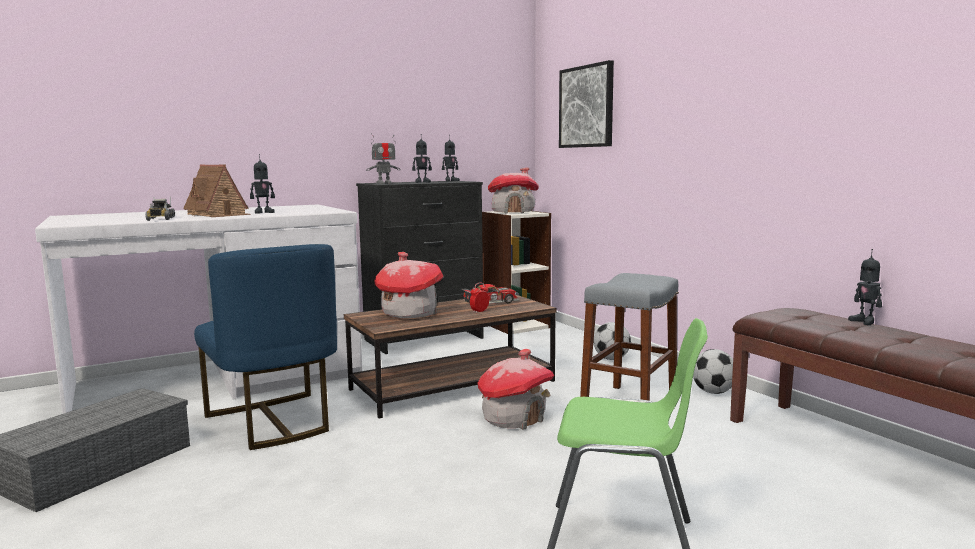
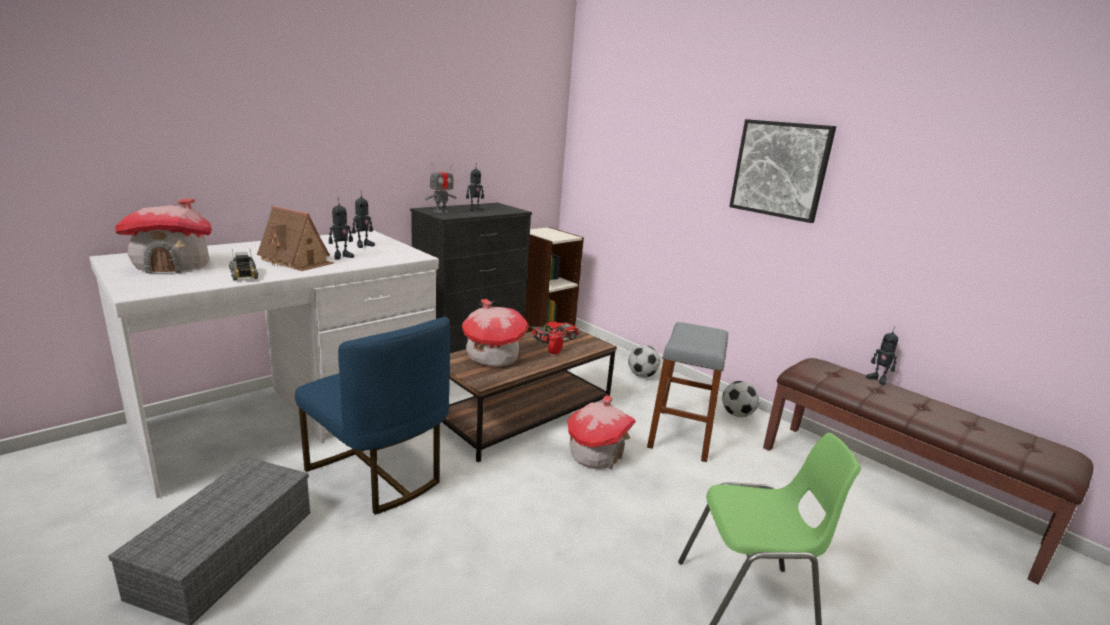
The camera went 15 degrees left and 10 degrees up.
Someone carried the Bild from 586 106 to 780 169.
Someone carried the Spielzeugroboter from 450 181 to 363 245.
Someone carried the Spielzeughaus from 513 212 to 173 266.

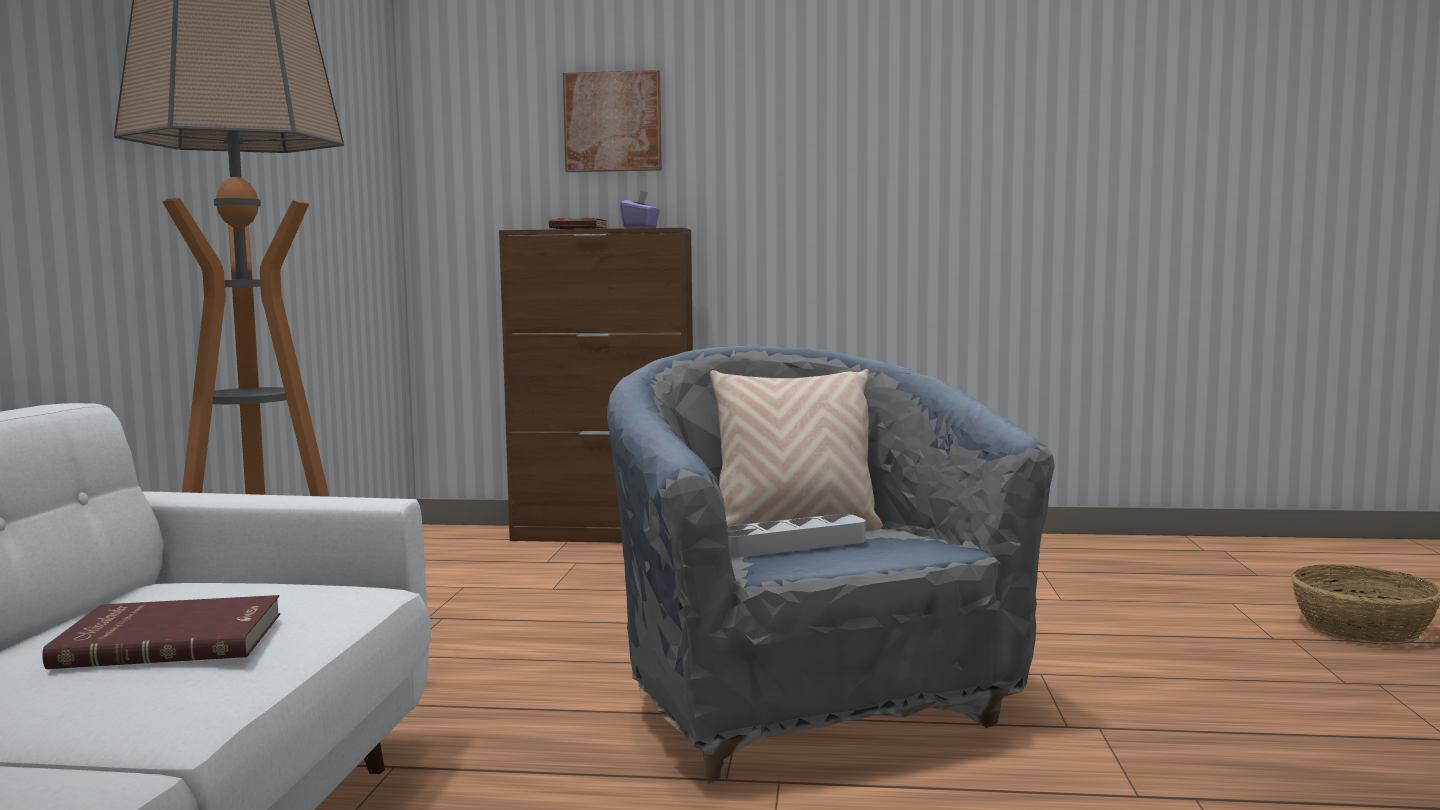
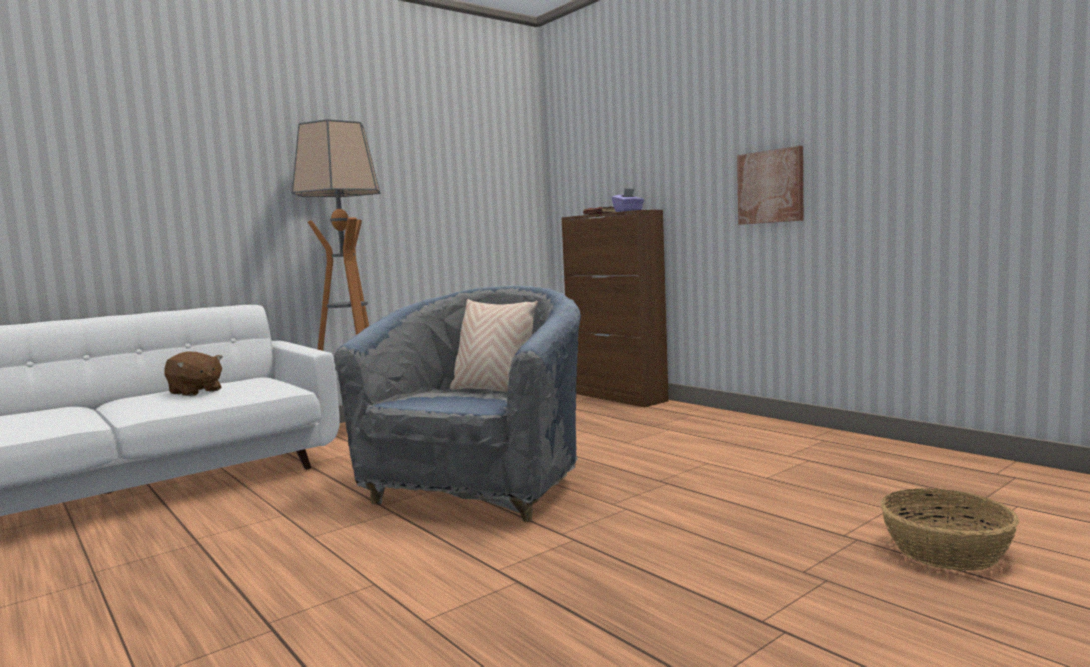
The camera went 45 degrees right and 0 degrees up.
Someone carried the Bild from 613 122 to 771 186.
Someone took away the Tablett (grau) at 791 545.
Someone swapped the Buch (rot) at 172 639 for the Plüschtier (braun) at 195 392.

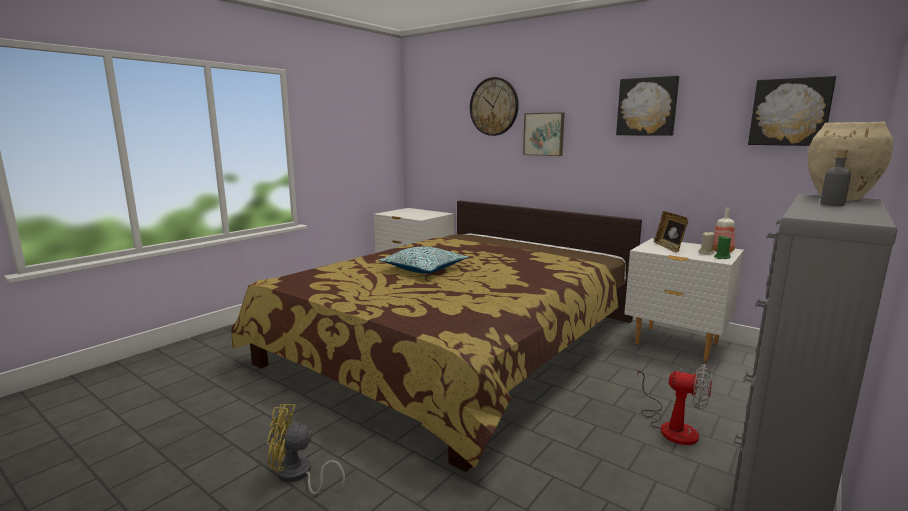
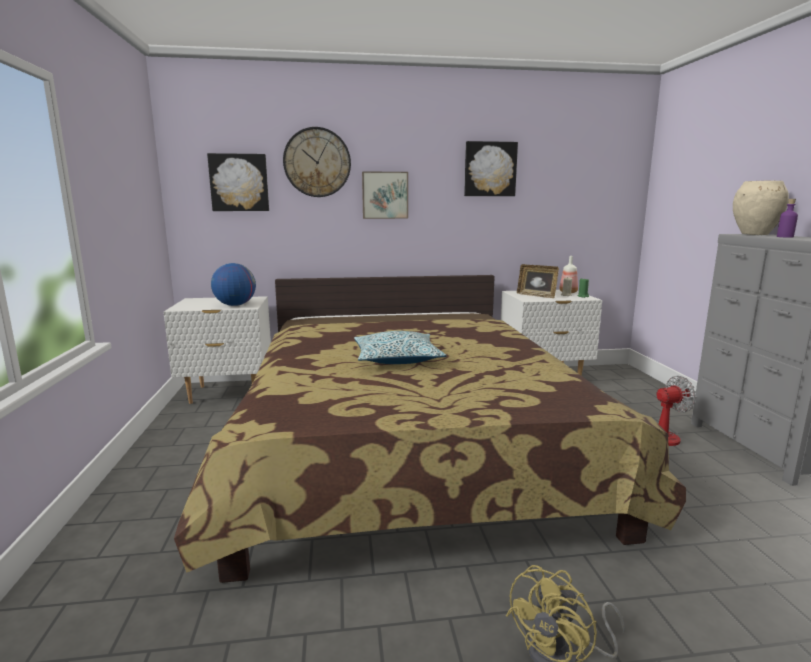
The camera went 45 degrees left and 0 degrees up.
Someone carried the Bild from 790 112 to 239 182.
Someone repainted the Flasche (grau) at 832 204, which became the Flasche (lila) at 785 237.
Someone put down the Globus at 235 305.

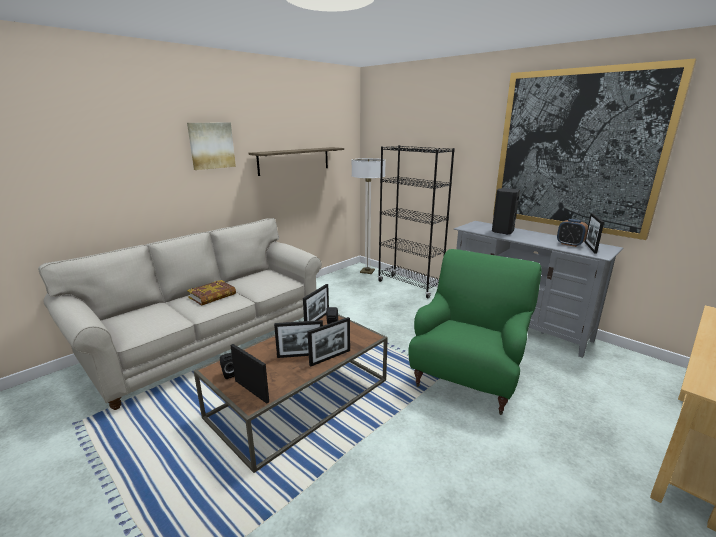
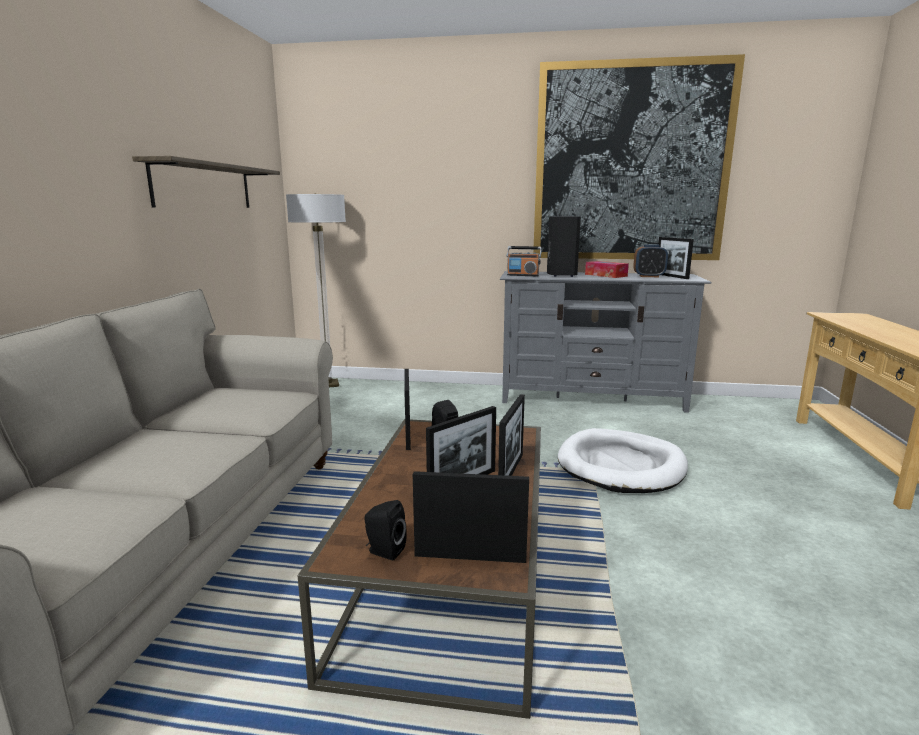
The camera went 35 degrees left and 5 degrees down.
Someone took away the Bild at 211 145.
Someone took away the Bücherregal (schwarz) at 409 286.
Someone swapped the Sessel (grün) at 468 378 for the Hundebett (weiß) at 621 466.
Someone took away the Buch at 212 296.
Someone put down the Radio at 523 275.
Someone put down the Taschentuchbox at 606 275.

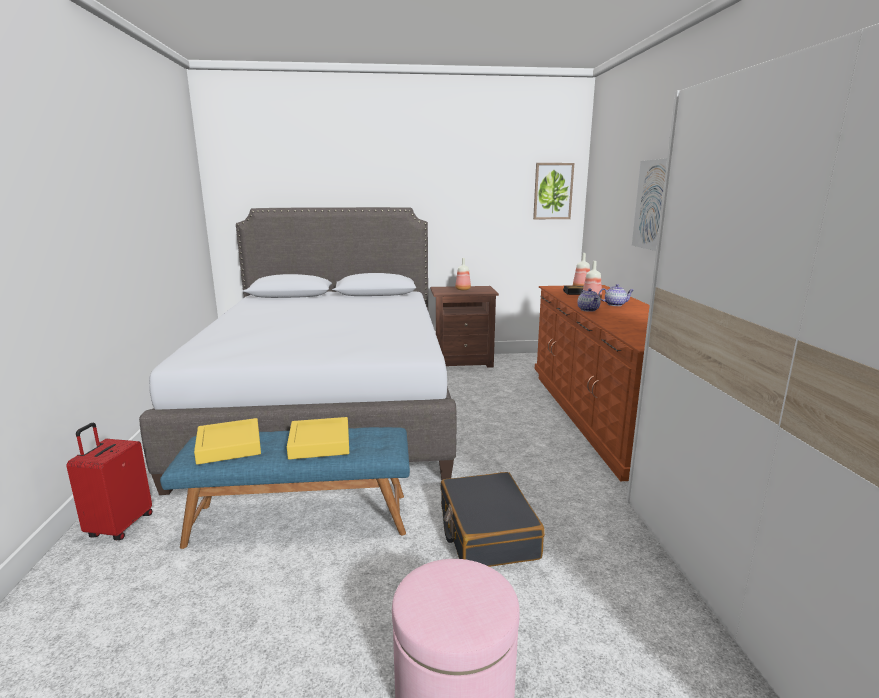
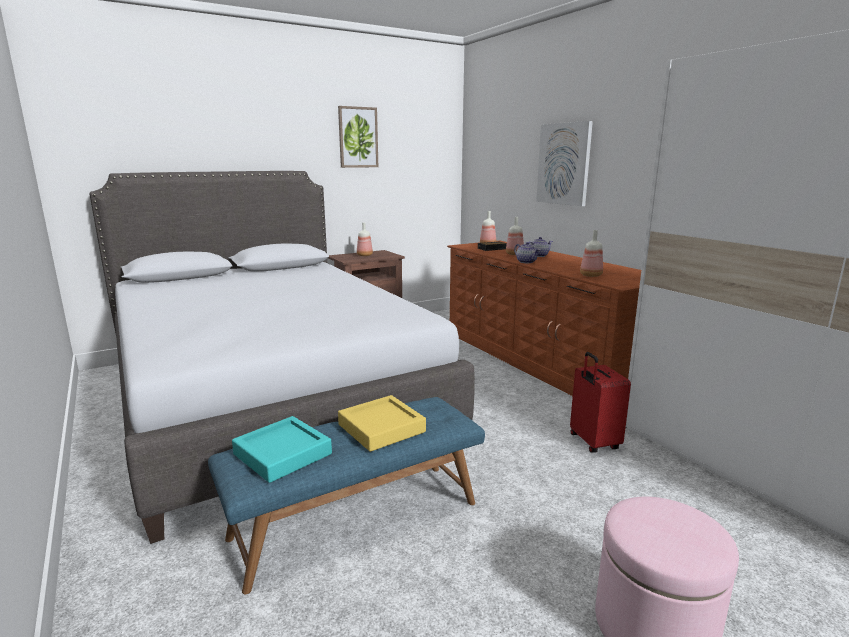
The camera went 25 degrees left and 0 degrees up.
Someone carried the Bild from 553 191 to 358 137.
Someone repainted the Tablett (gelb) at 229 446, which became the Tablett (türkis) at 282 454.
Someone carried the Koffer (rot) from 119 526 to 593 442.
Someone took away the Koffer (schwarz) at 487 532.
Someone put down the Flasche at 591 275.

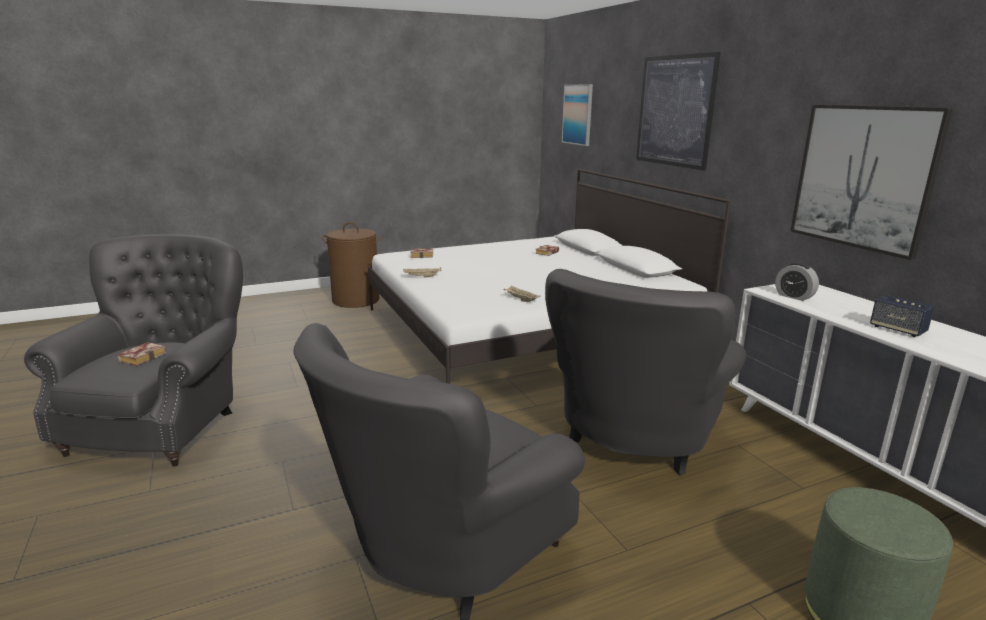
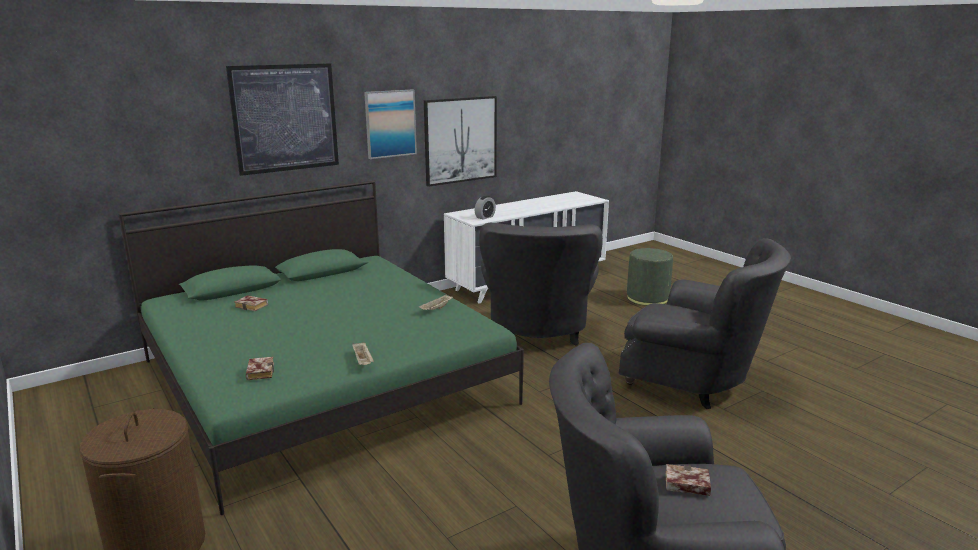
The camera went 100 degrees left and 0 degrees up.
Someone carried the Bild from 578 114 to 390 123.
Someone repainted the Bett (weiß) at 526 329, which became the Bett (grün) at 323 381.
Someone rotated the Sessel (grau) at 633 441 by 75 degrees clockwise.
Someone took away the Lautsprecher at 897 329.

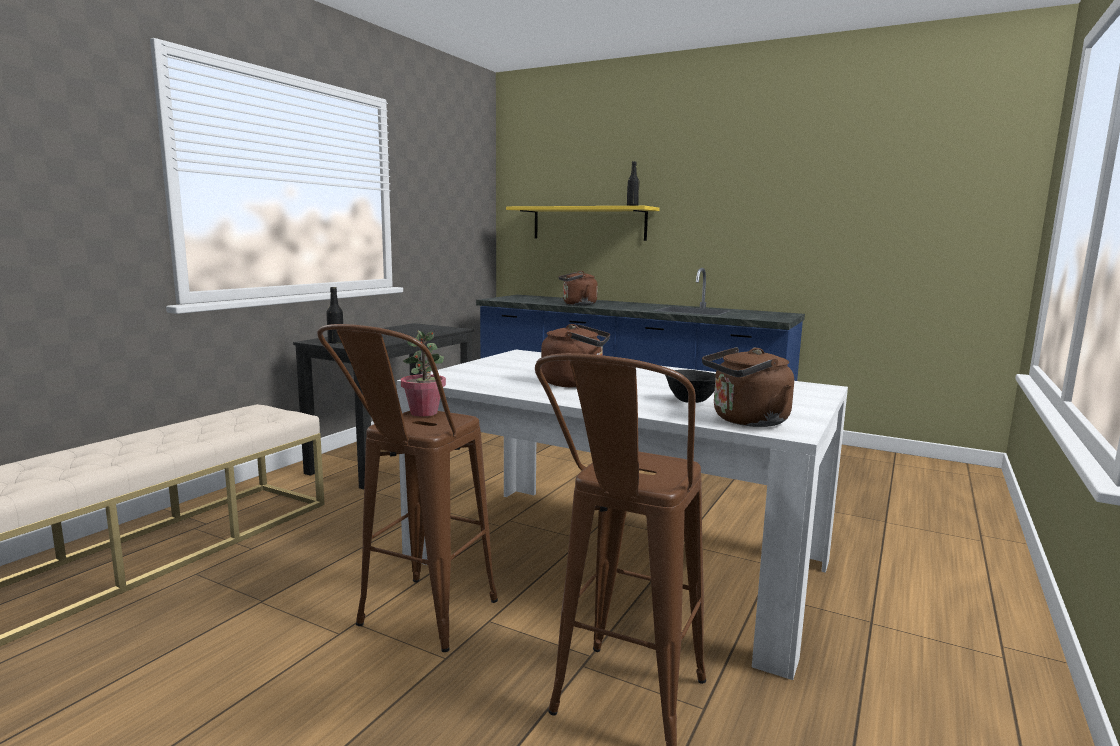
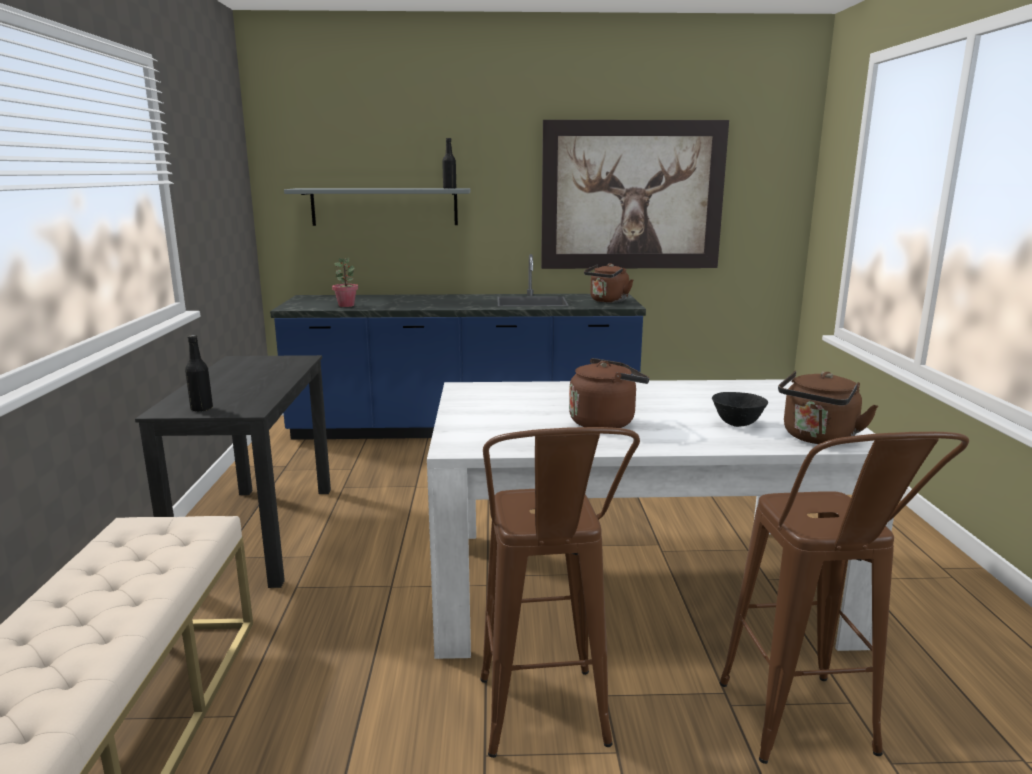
The camera went 30 degrees left and 5 degrees up.
Someone repainted the Wandregal (gelb) at 588 223, which became the Wandregal (grau) at 384 206.
Someone carried the Wasserkessel (braun) from 577 304 to 607 301.
Someone carried the Topfpflanze from 424 413 to 346 305.
Someone put up the Bild at 632 196.

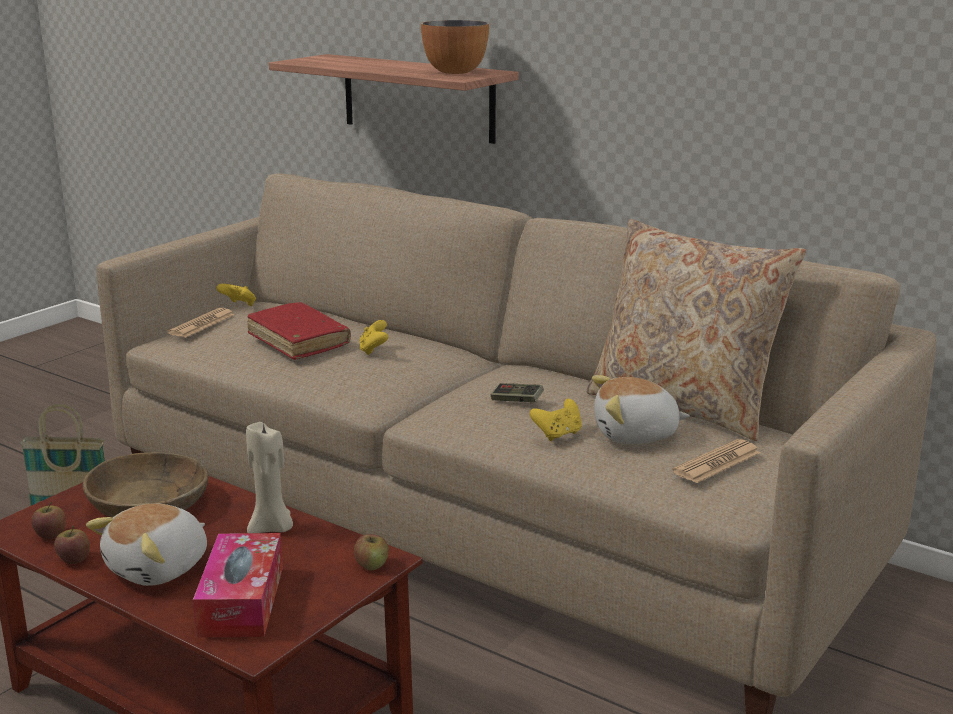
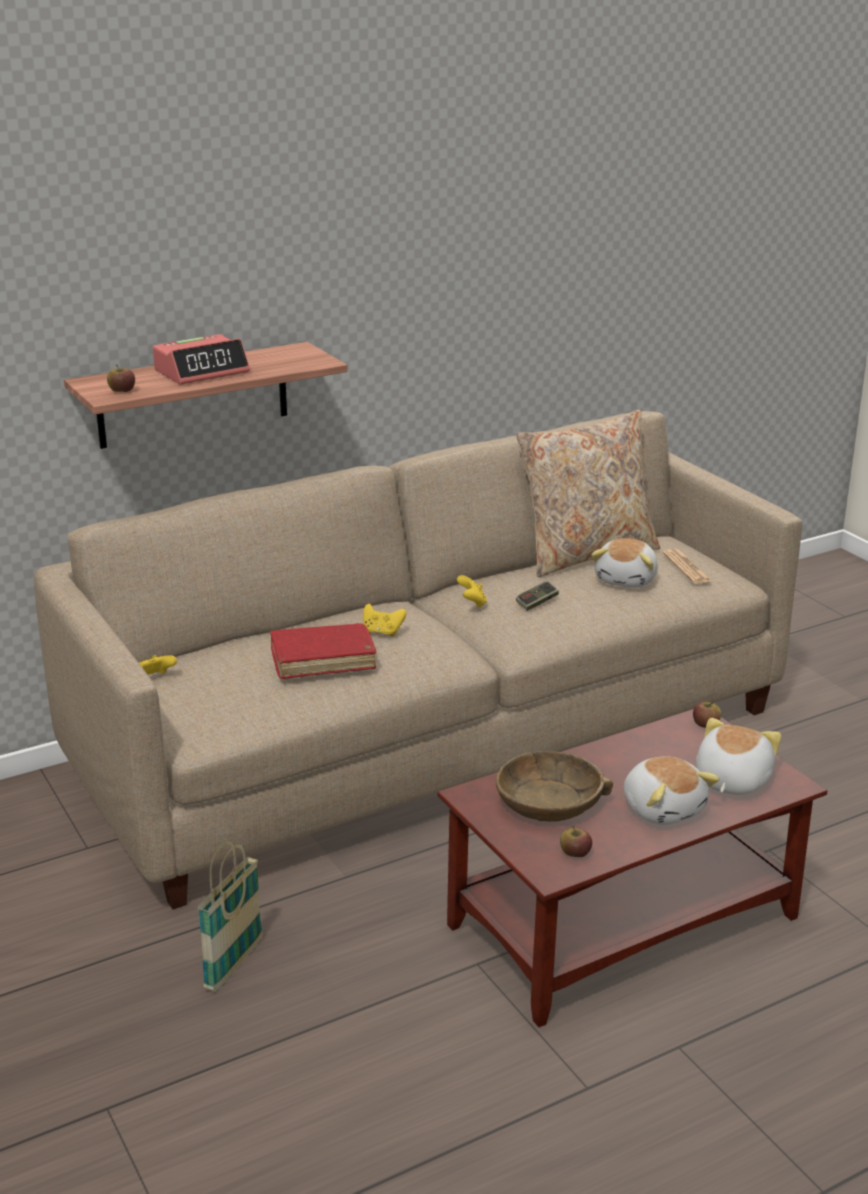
The camera went 65 degrees left and 5 degrees up.
Someone took away the Schüssel at 455 72.
Someone took away the Zeitung at 202 324.
Someone carried the Gamepad (gelb) from 558 434 to 472 603.
Someone took away the Kerze (beige) at 272 528.
Someone carried the Apfel from 74 559 to 122 391.
Someone swapped the Taschentuchbox at 241 601 for the Plüschtier at 730 780.
Someone put down the Wecker at 202 371.

